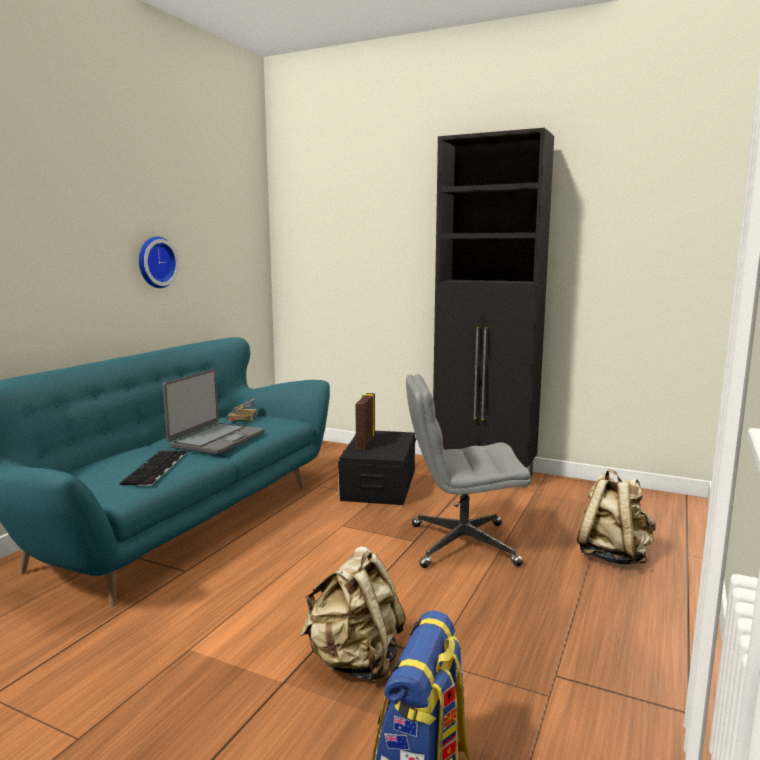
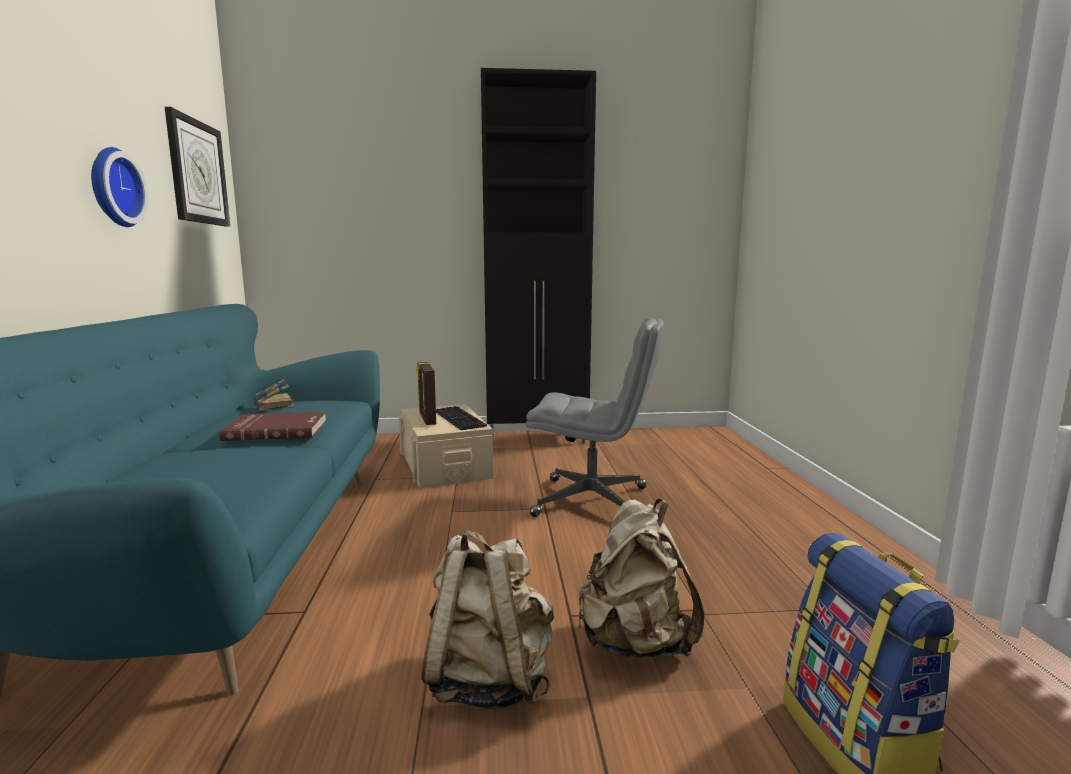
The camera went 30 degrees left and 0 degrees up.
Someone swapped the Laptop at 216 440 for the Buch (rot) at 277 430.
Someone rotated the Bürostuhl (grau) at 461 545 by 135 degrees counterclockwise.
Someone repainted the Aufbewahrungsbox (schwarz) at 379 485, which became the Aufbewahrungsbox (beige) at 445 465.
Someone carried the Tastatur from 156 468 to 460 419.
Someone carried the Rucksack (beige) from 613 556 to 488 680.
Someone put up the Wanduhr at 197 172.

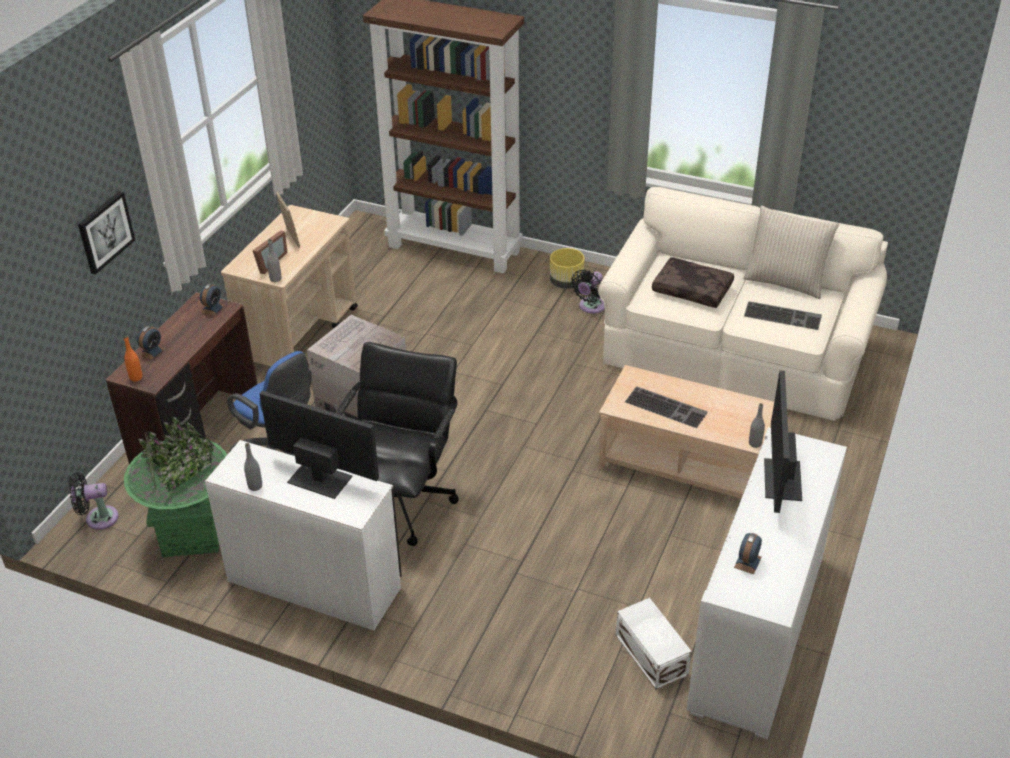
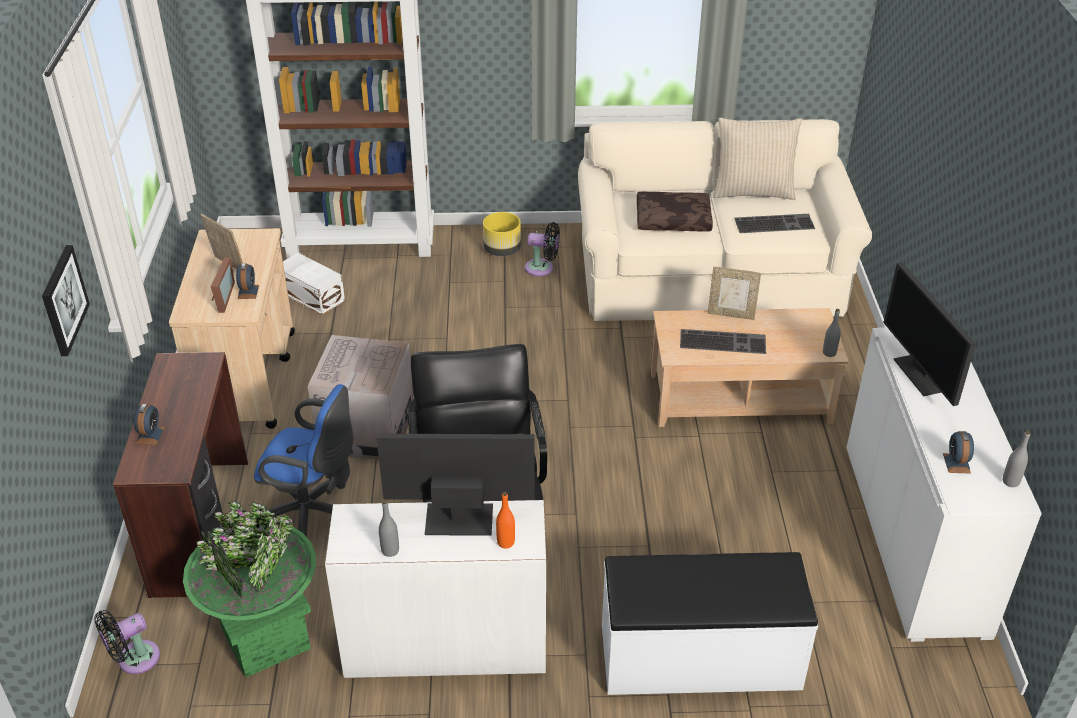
The camera went 25 degrees left and 0 degrees up.
Someone carried the Flasche (grau) from 275 279 to 1010 482.
Someone rotated the Ventilator (schwarz) at 590 307 by 90 degrees counterclockwise.
Someone carried the Wecker from 212 308 to 248 292.
Someone carried the Flasche (orange) from 136 377 to 505 542.
Someone carried the Aufbewahrungsbox (weiß) from 651 653 to 311 295.
Someone put down the Bilderrahmen at 731 314.
Someone put down the Bank (weiß) at 700 658.

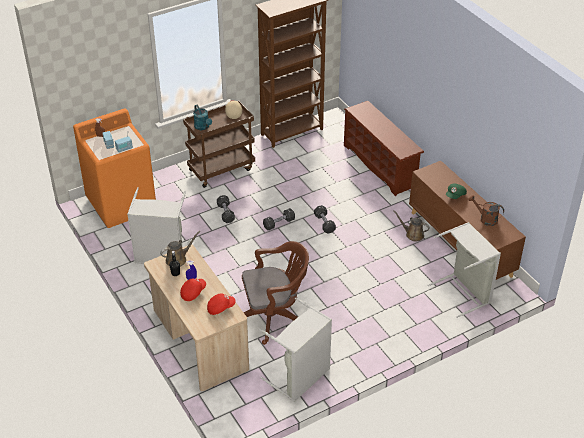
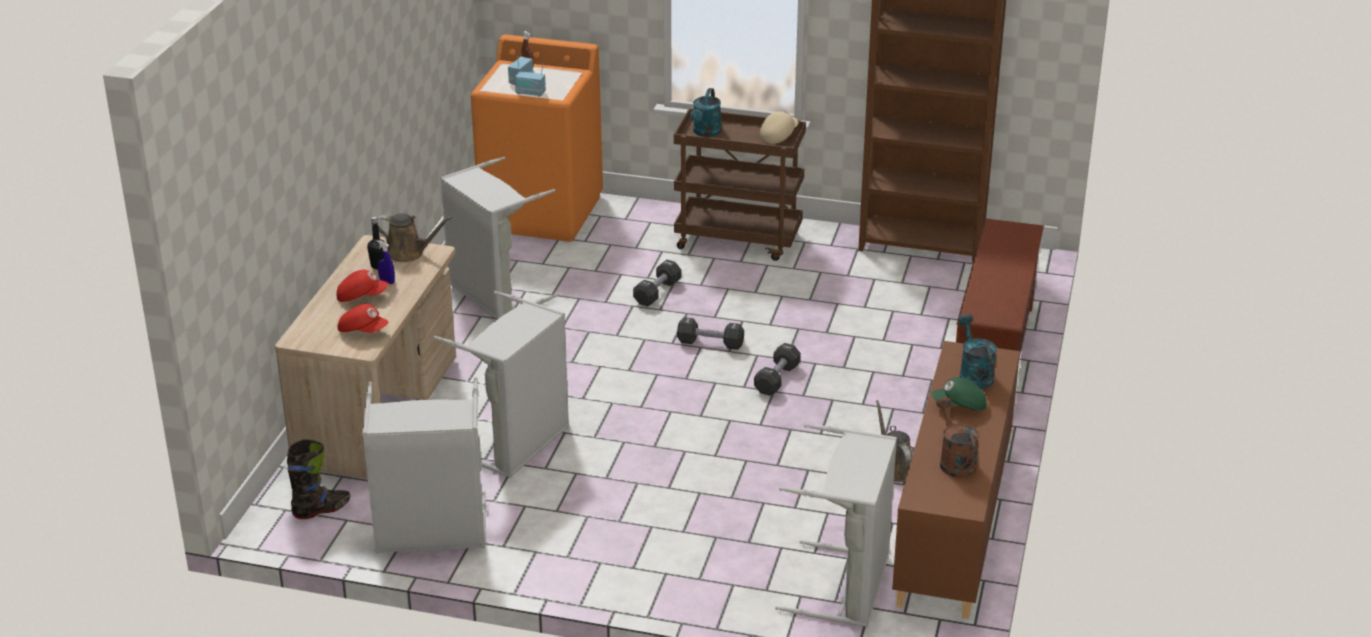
The camera went 45 degrees right and 10 degrees down.
Someone swapped the Bürostuhl (braun) at 274 317 for the Wäschekorb (grau) at 517 444.
Someone put down the Gießkanne (türkis) at 973 374.
Someone put down the Stiefel (schwarz) at 322 509.

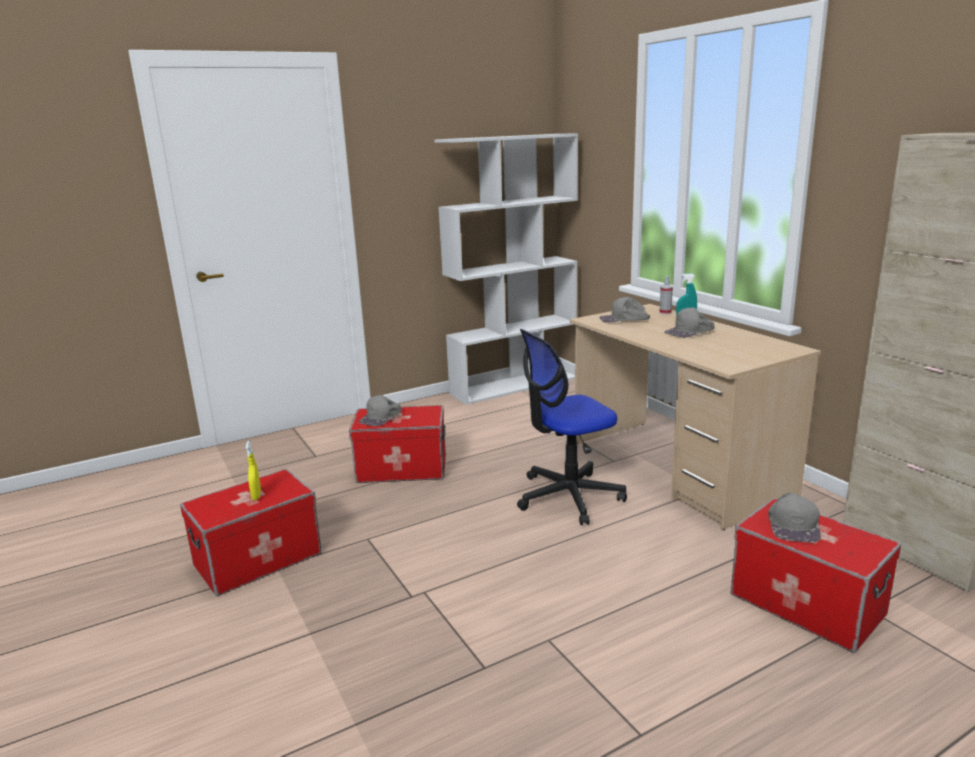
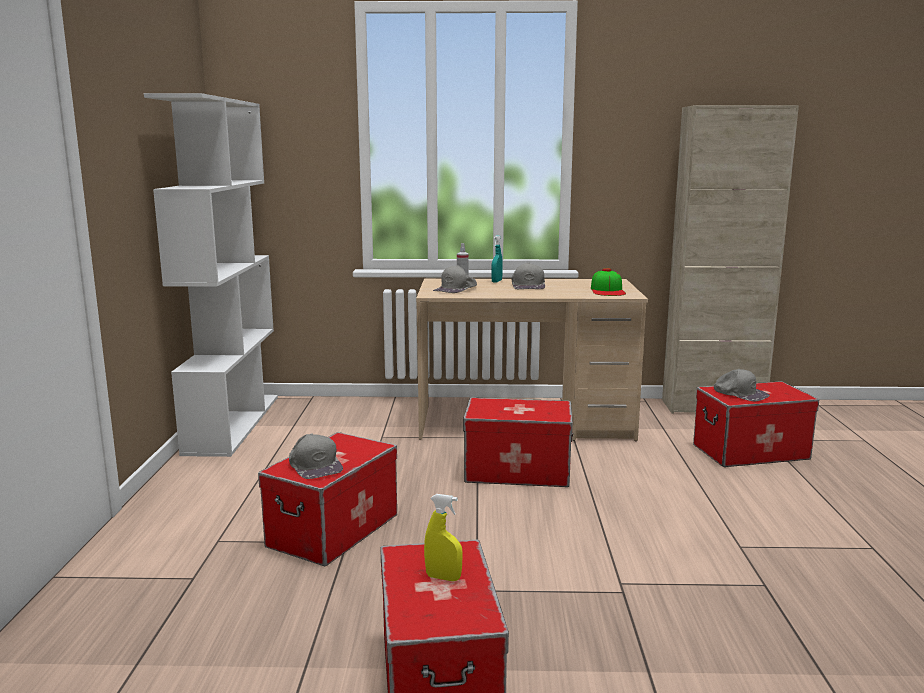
The camera went 60 degrees left and 5 degrees down.
Someone swapped the Bürostuhl at 568 496 for the Aufbewahrungsbox at 517 472.
Someone put down the Kappe at 607 290.

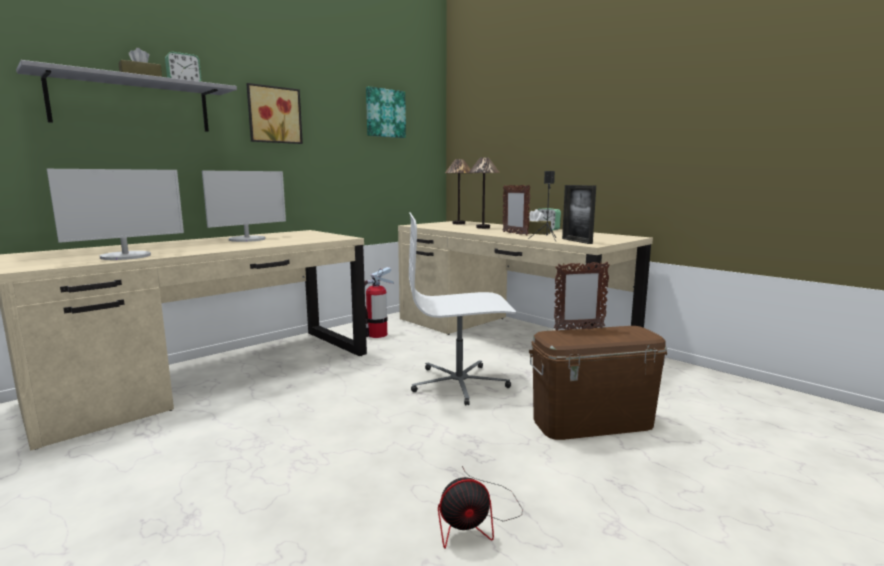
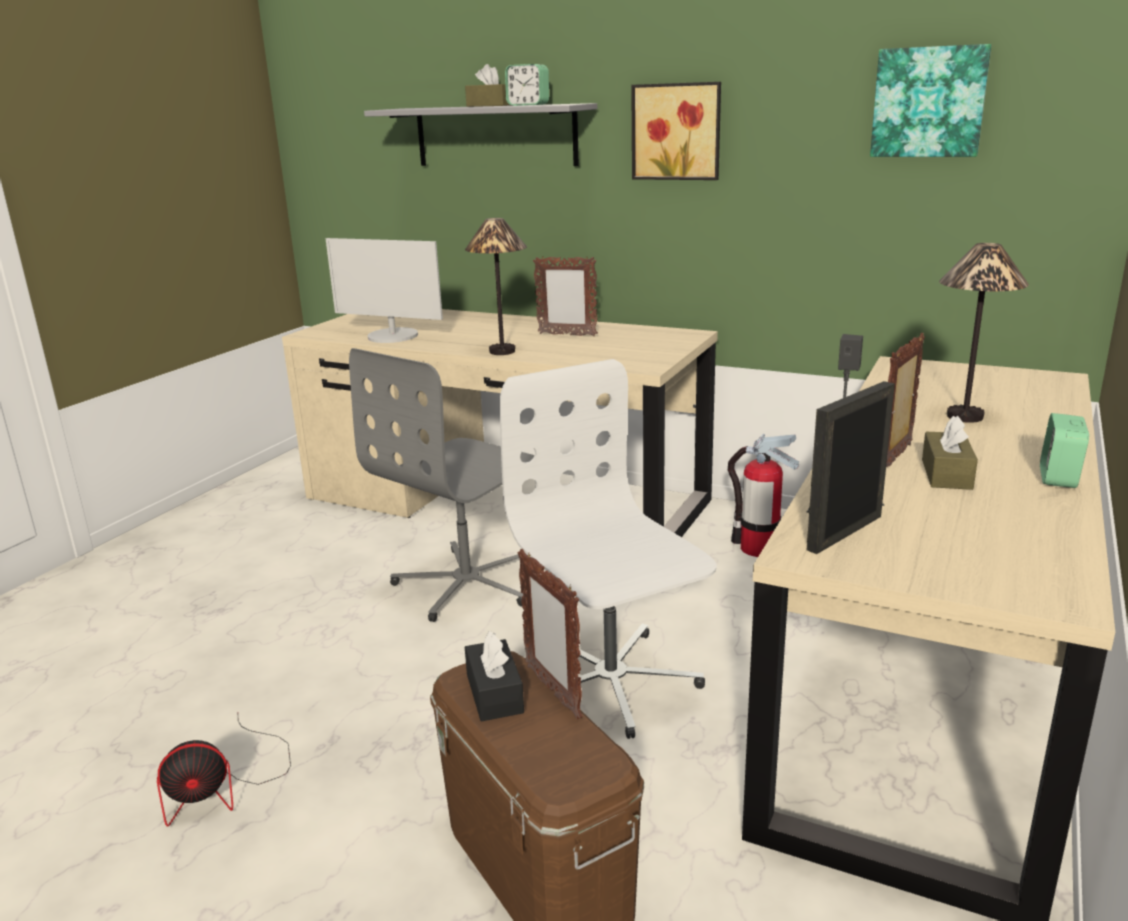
The camera went 70 degrees right and 10 degrees up.
Someone carried the Tischlampe from 458 223 to 501 351.
Someone swapped the Monitor at 247 239 for the Bilderrahmen at 567 335.
Someone rotated the Ventilator at 476 519 by 75 degrees counterclockwise.
Someone put down the Bürostuhl (grau) at 468 584.
Someone put down the Taschentuchbox (schwarz) at 494 693.

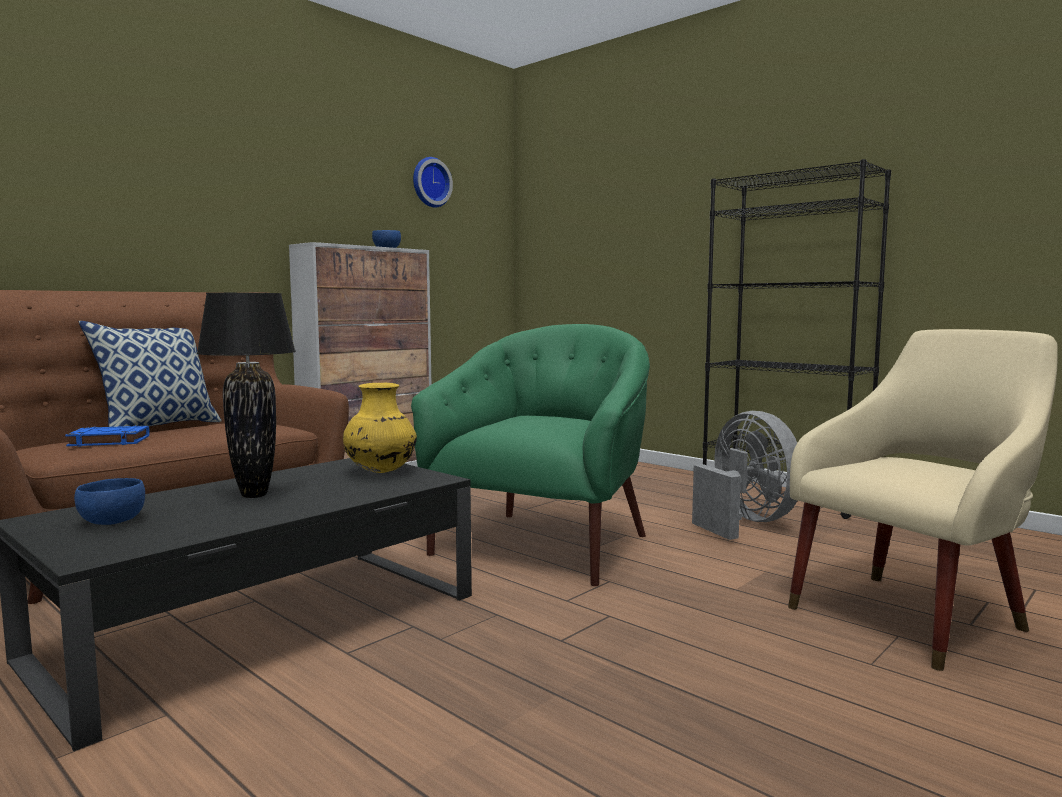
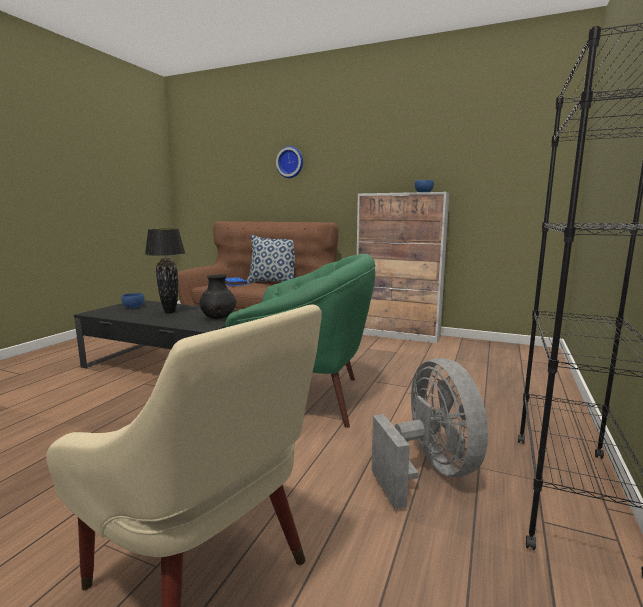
The camera went 70 degrees right and 5 degrees up.
Someone carried the Wanduhr from 430 182 to 290 162.
Someone repainted the Vase (gelb) at 380 471, which became the Vase (schwarz) at 218 318.
Someone rotated the Ventilator (grau) at 745 523 by 60 degrees counterclockwise.

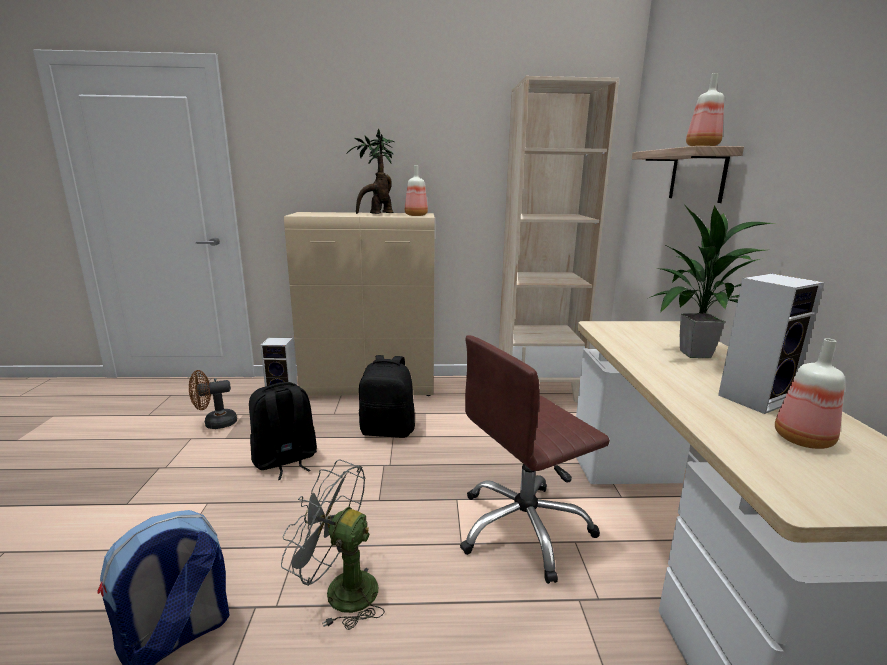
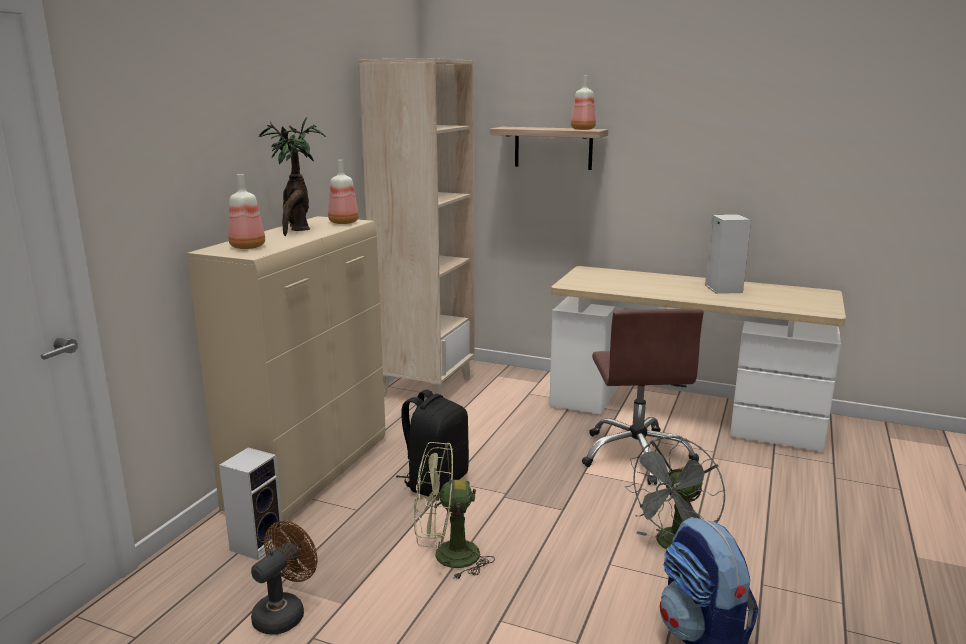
The camera went 65 degrees left and 0 degrees up.
Someone took away the Topfpflanze at 697 354.
Someone carried the Flasche from 802 439 to 247 246.
Someone rotated the Ventilator (braun) at 215 423 by 150 degrees counterclockwise.
Someone swapped the Rucksack (schwarz) at 285 460 for the Ventilator (grün) at 446 557.

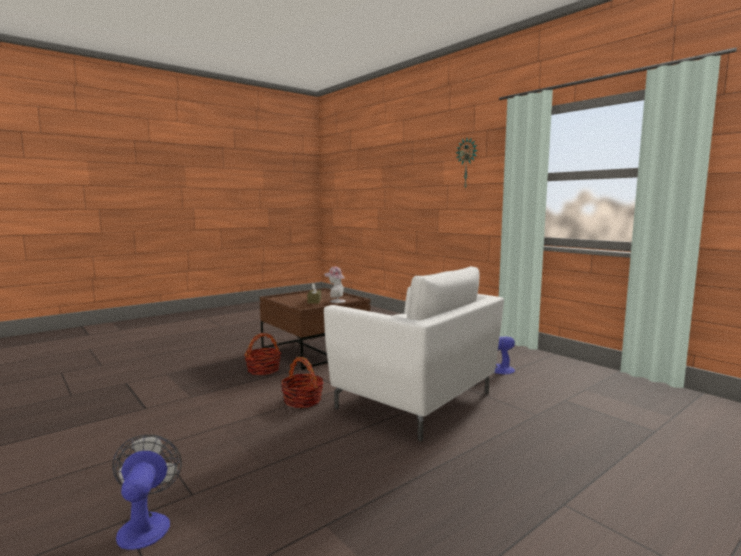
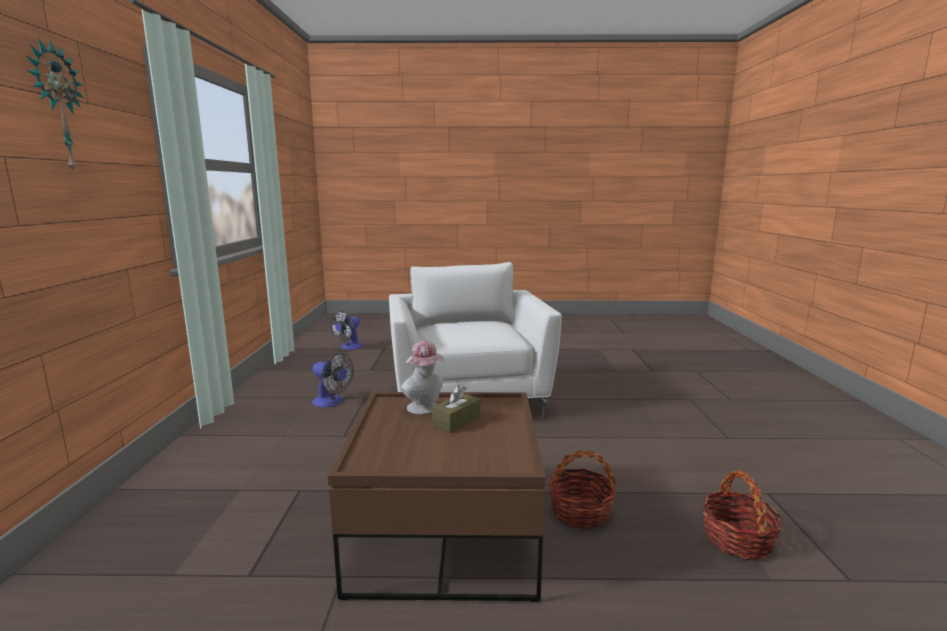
The camera went 140 degrees left and 5 degrees up.
Someone carried the Korb from 302 400 to 737 540.
Someone carried the Ventilator from 146 524 to 349 347.

